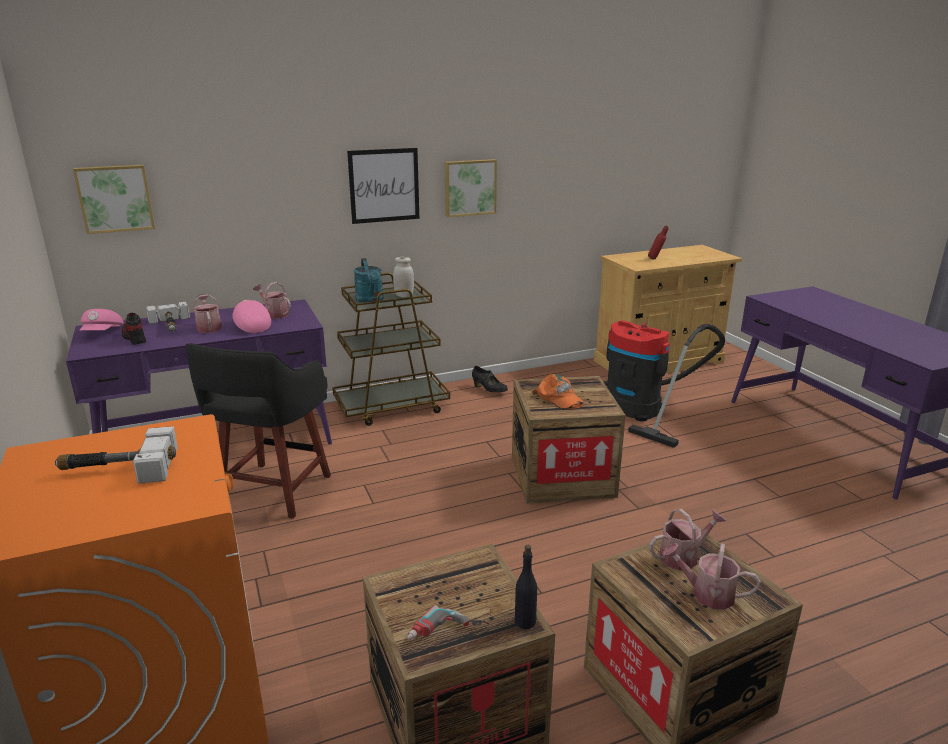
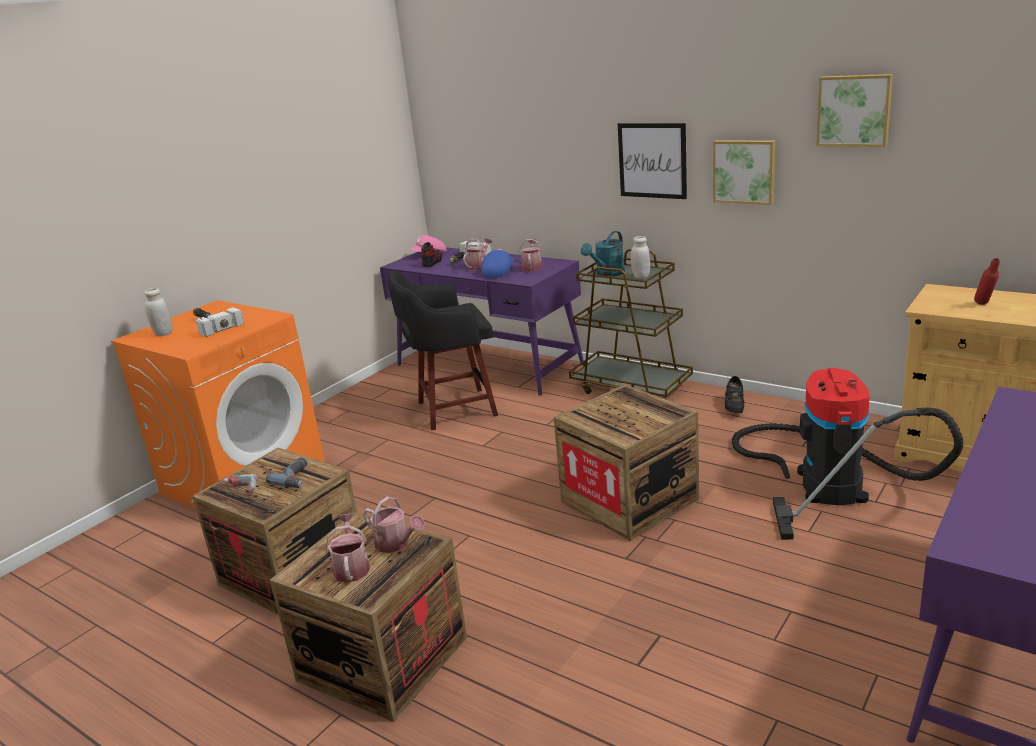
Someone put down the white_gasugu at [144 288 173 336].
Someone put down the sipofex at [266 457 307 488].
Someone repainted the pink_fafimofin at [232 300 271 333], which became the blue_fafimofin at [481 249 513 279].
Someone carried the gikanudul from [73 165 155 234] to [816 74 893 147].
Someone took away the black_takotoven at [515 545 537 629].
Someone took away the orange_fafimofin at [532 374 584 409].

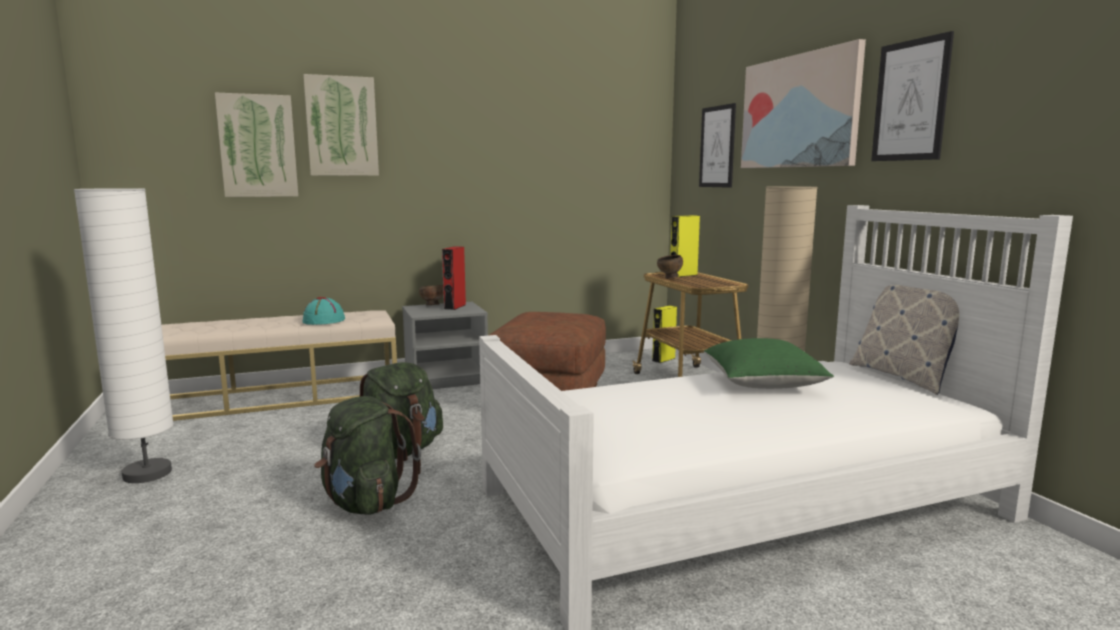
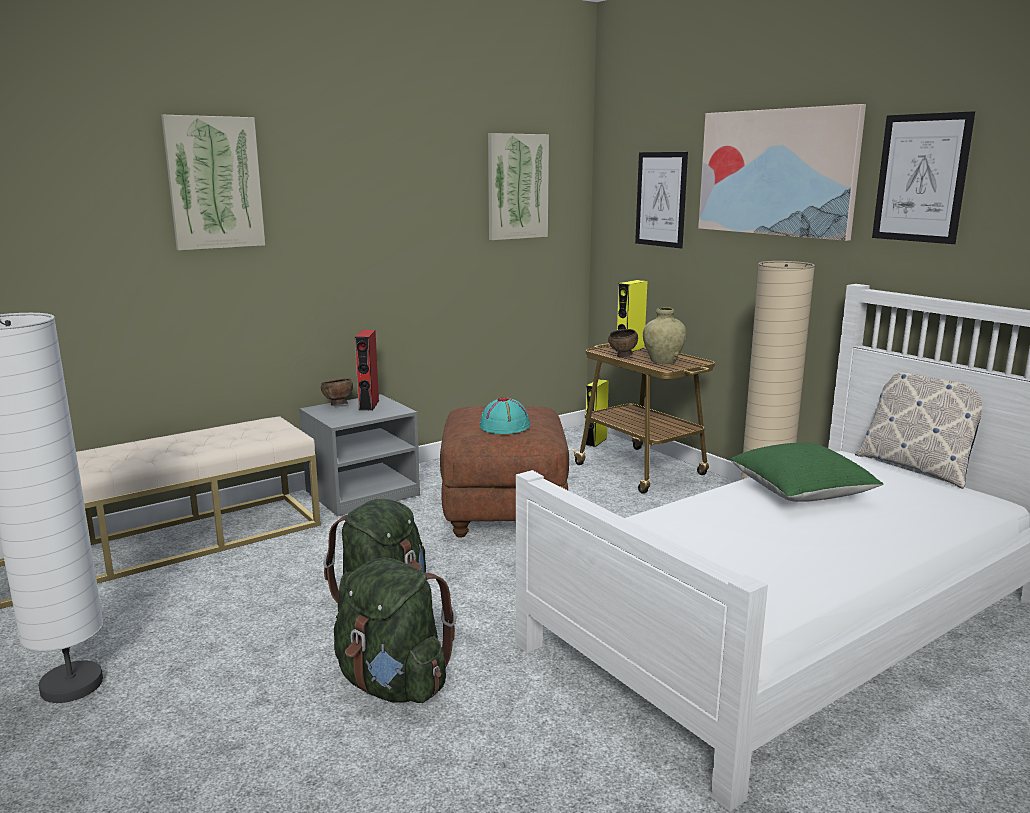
Someone carried the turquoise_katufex from [303 297 345 325] to [480 397 531 434].
Someone carried the gikanudul from [215 92 298 197] to [488 133 549 240].
Someone put down the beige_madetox at [643 307 687 364].

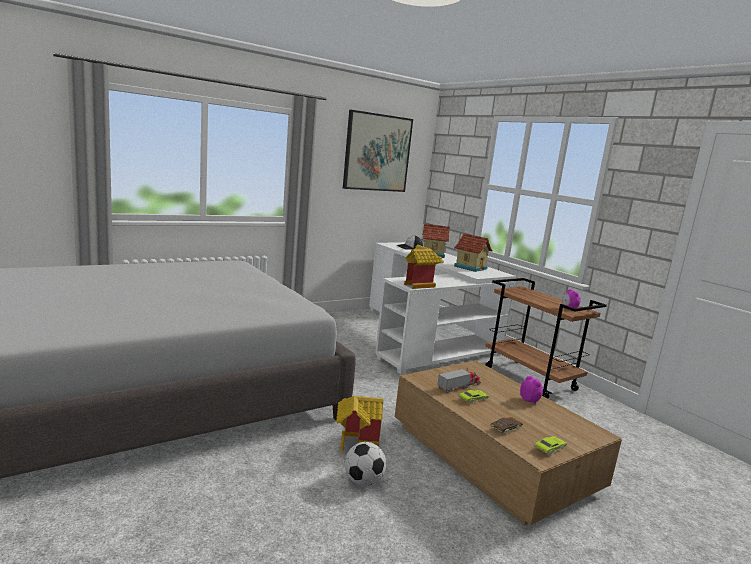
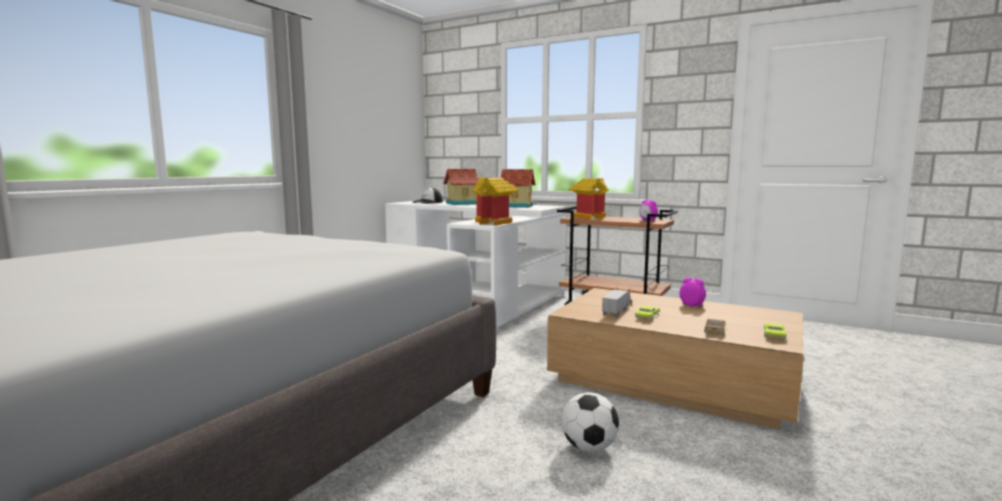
Someone carried the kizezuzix from [336 396 383 457] to [569 178 609 220].
Someone took away the gikanudul at [343 110 413 192].

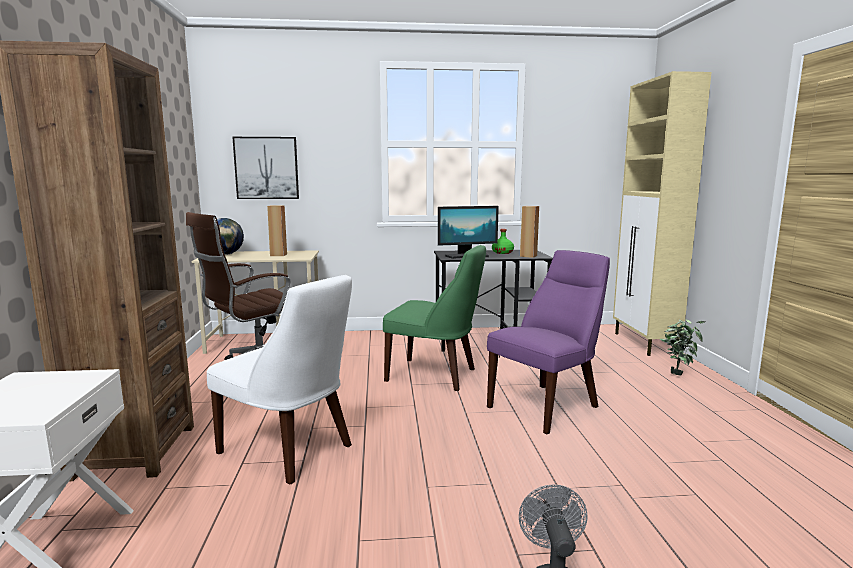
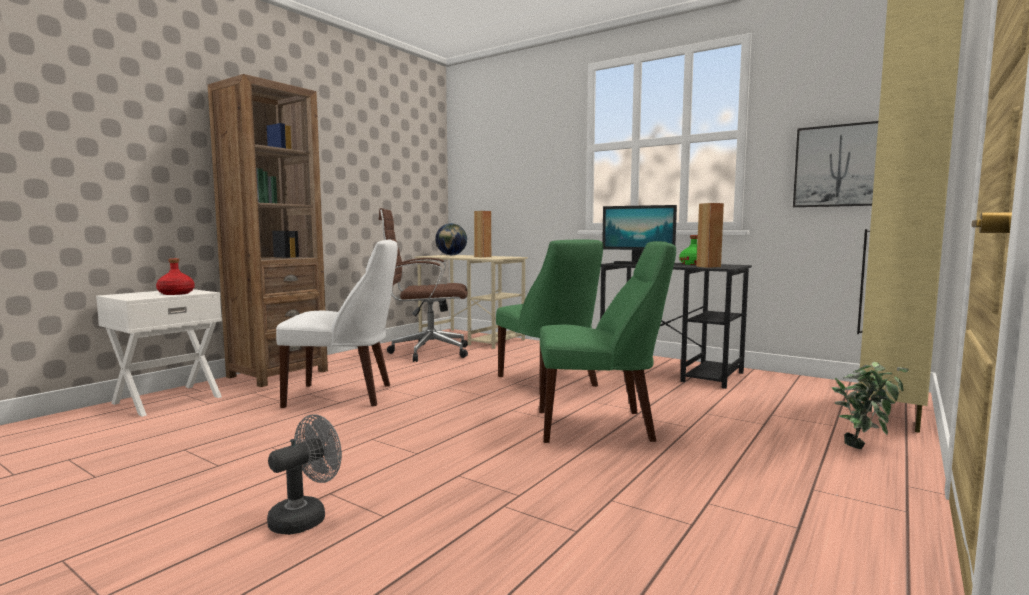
Someone put down the red_takotoven at [156 258 194 295].
Someone rotated the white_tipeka at [207 275 352 484] by 75 degrees counterclockwise.
Someone repainted the purple_tipeka at [487 250 610 434], which became the green_tipeka at [539 241 676 443].
Someone carried the gikanudul from [232 137 299 199] to [793 121 878 207].

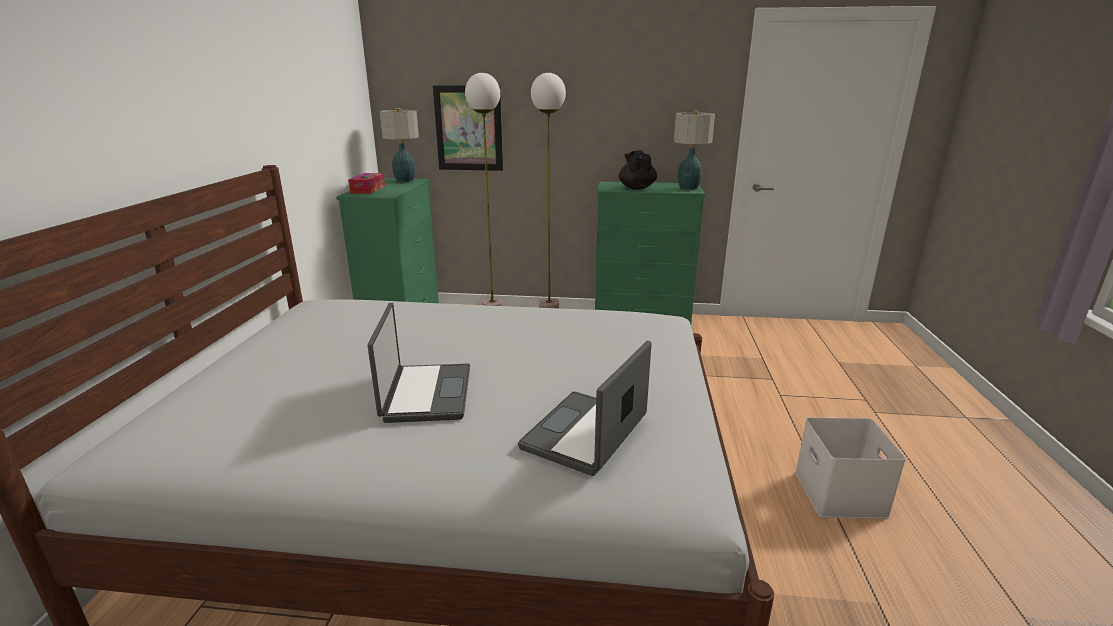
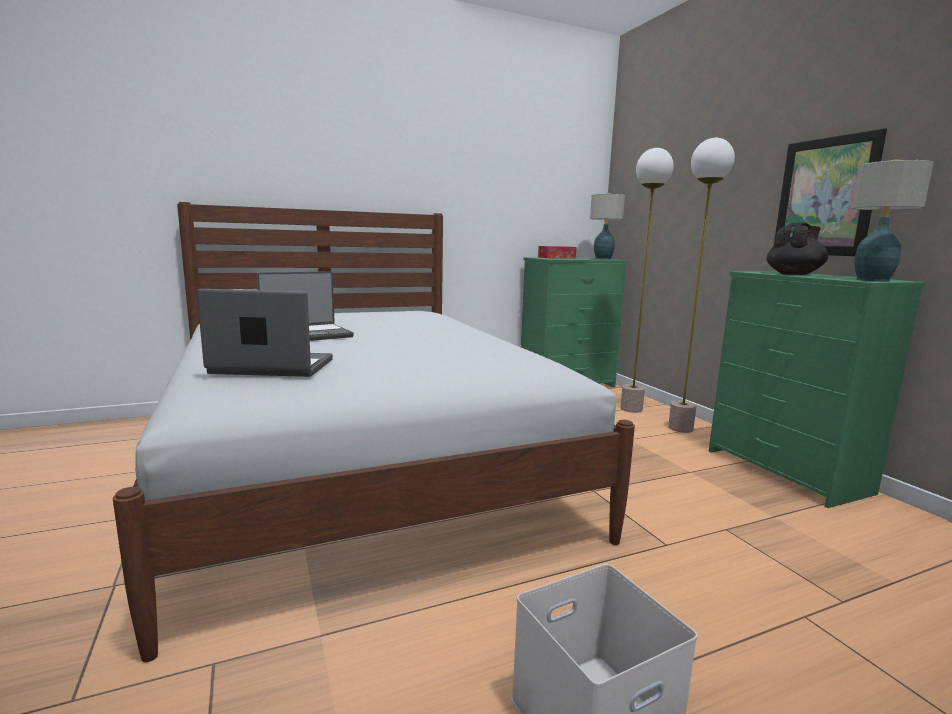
Someone carried the gikanudul from [433 85 503 171] to [774 128 887 256].

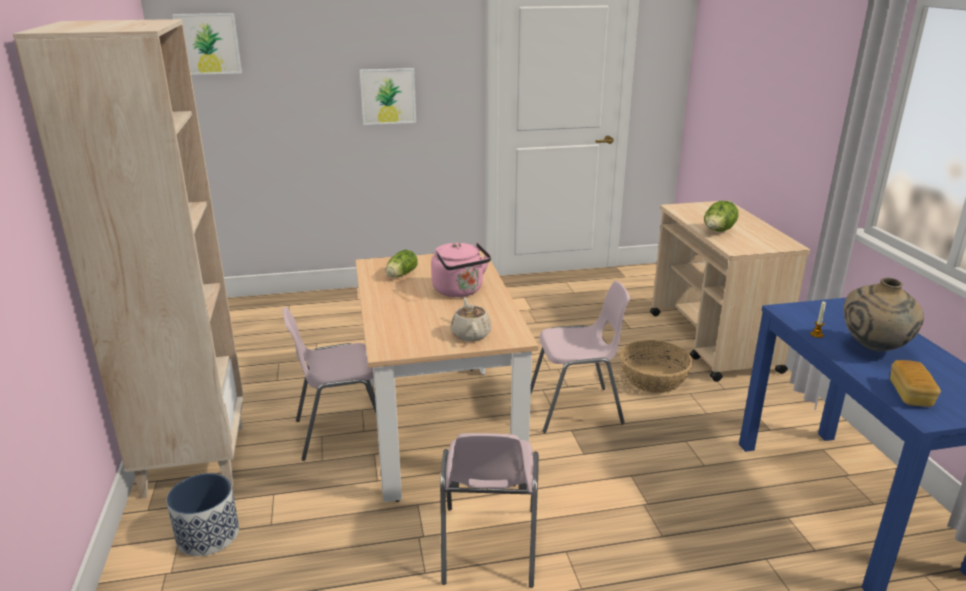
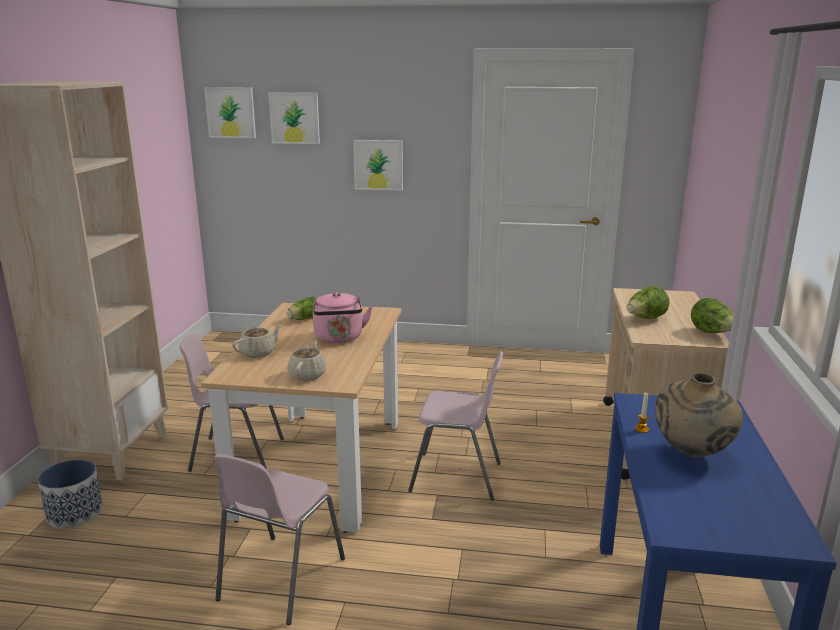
Someone put down the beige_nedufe at [232 325 282 358].
Someone put up the gikanudul at [268 93 320 144].
Someone put down the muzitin at [691 298 734 333].
Someone took away the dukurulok at [620 340 693 393].
Someone took away the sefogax at [890 360 941 407].

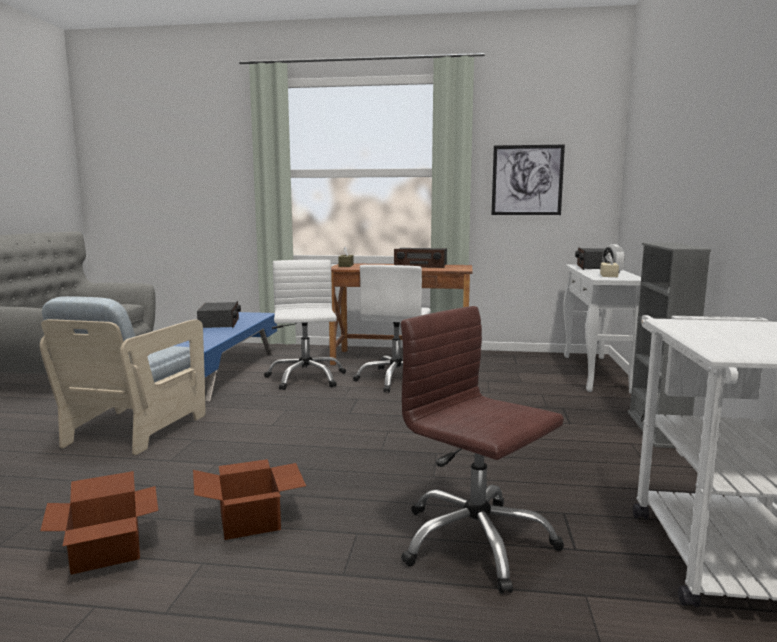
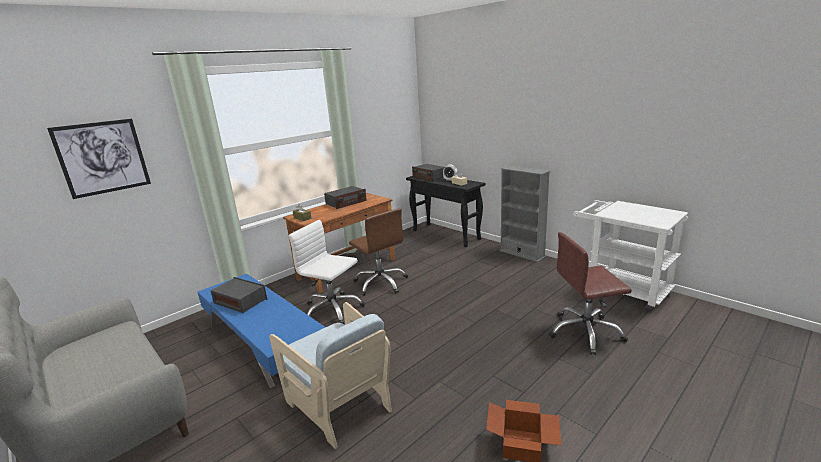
Someone carried the gikanudul from [491 145 565 215] to [47 119 151 199].
Someone repainted the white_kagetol at [353 265 431 392], which became the brown_kagetol at [349 208 408 296].
Someone repainted the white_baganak at [563 264 641 394], which became the black_baganak at [406 176 485 247].
Someone took away the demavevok at [193 459 306 540].

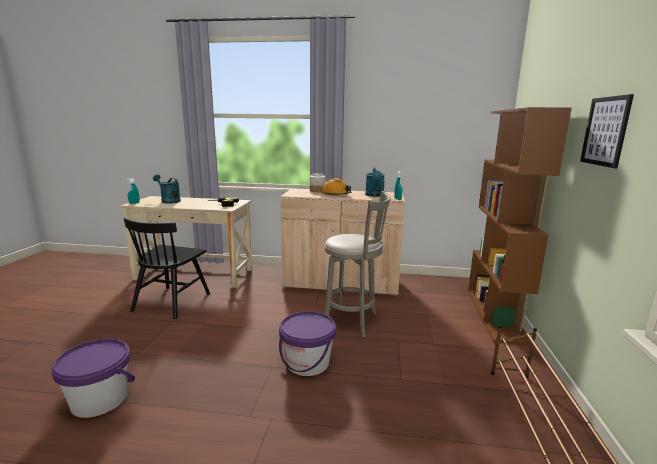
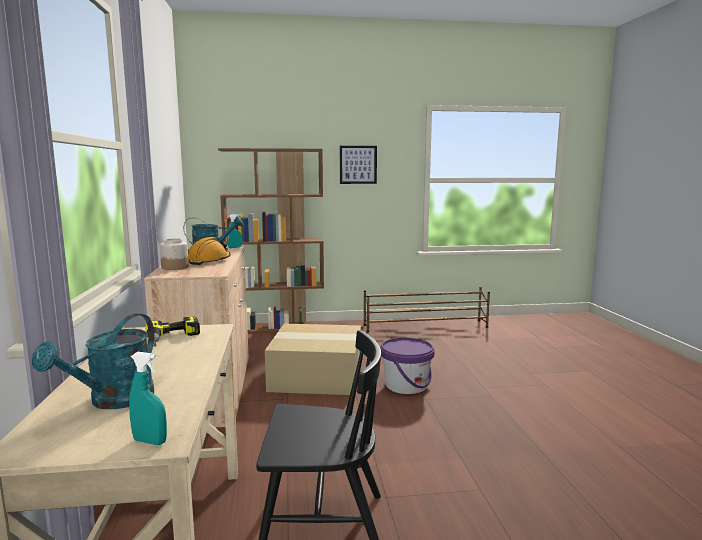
Someone swapped the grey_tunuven at [324 191 391 338] for the demavevok at [265 324 361 395].
Someone took away the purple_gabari at [51 339 135 418].

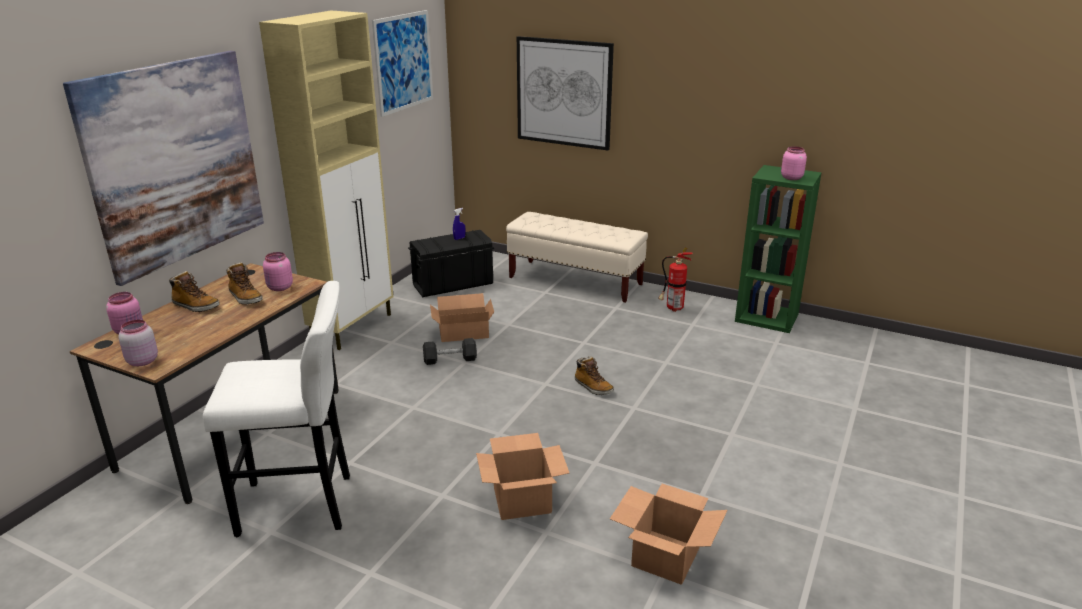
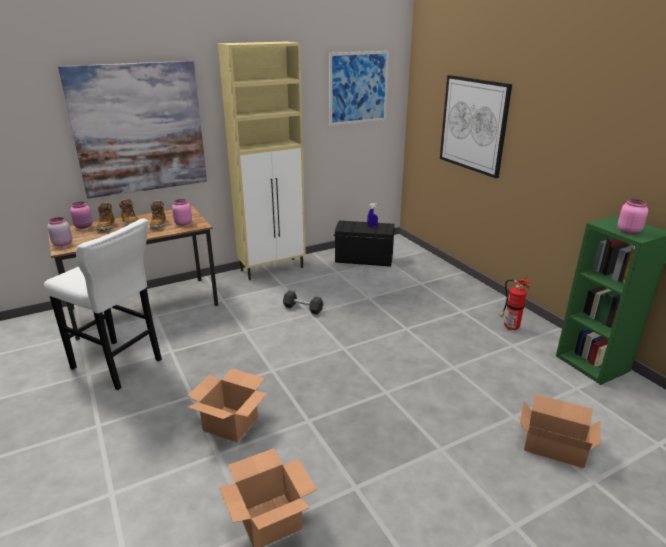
Someone carried the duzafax from [575 357 614 395] to [96 202 115 230].
Someone carried the demavevok from [430 293 494 342] to [520 394 600 468].
Someone took away the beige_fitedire at [506 212 648 303].

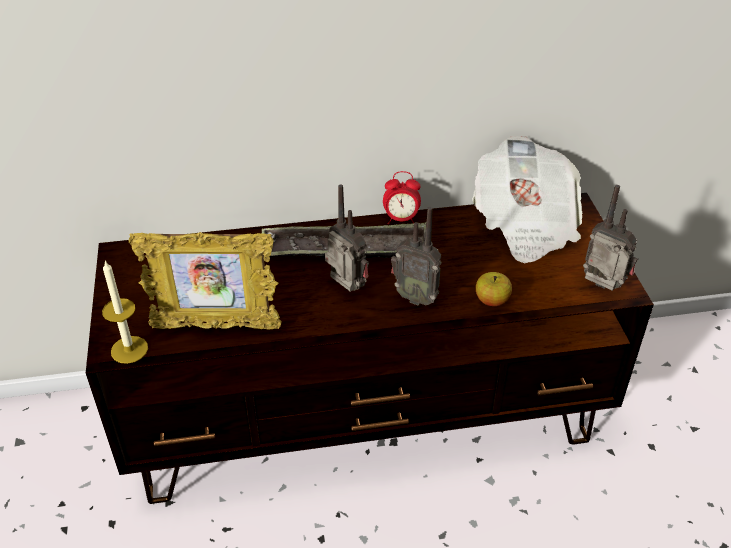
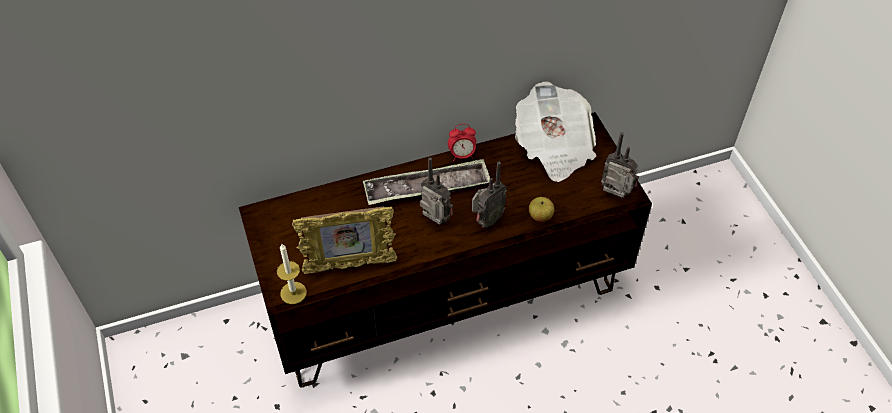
Someone rotated the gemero at [391 207 442 306] by 60 degrees counterclockwise.

